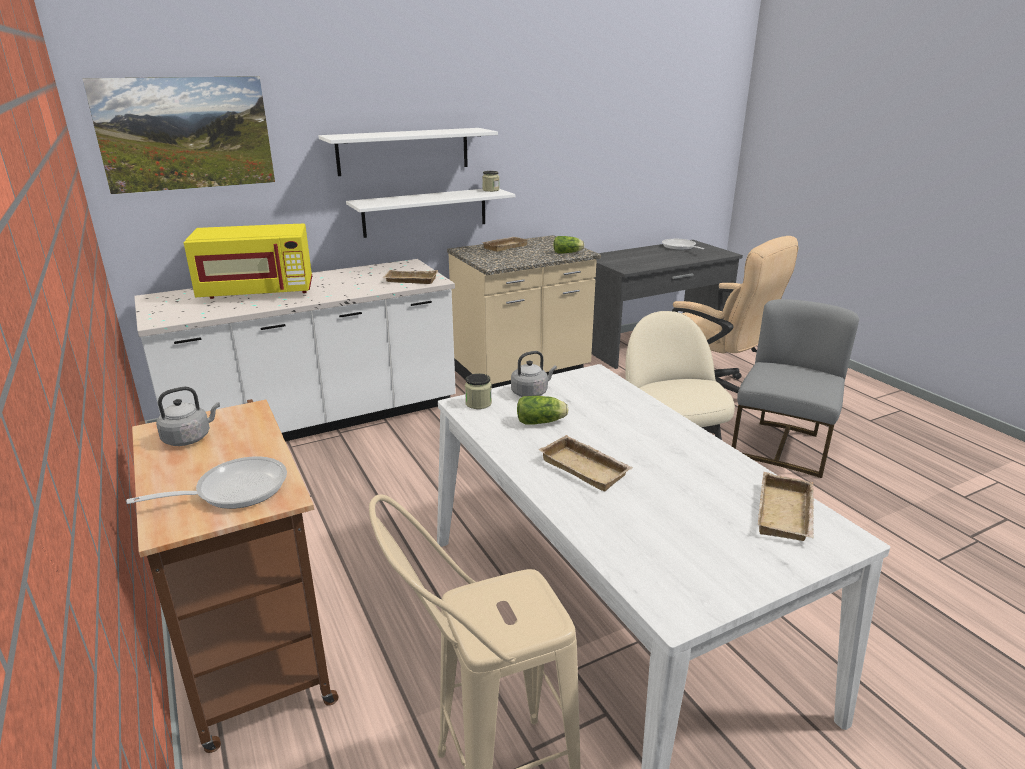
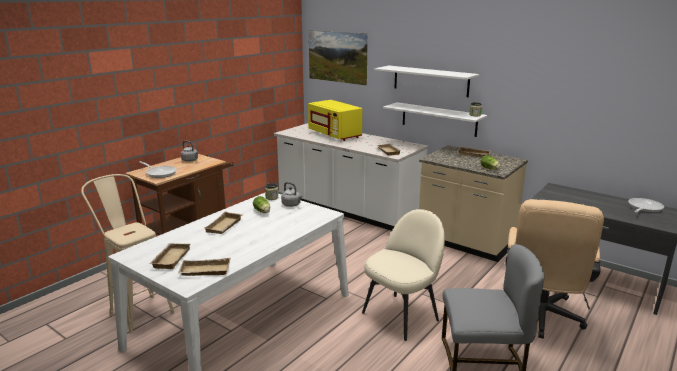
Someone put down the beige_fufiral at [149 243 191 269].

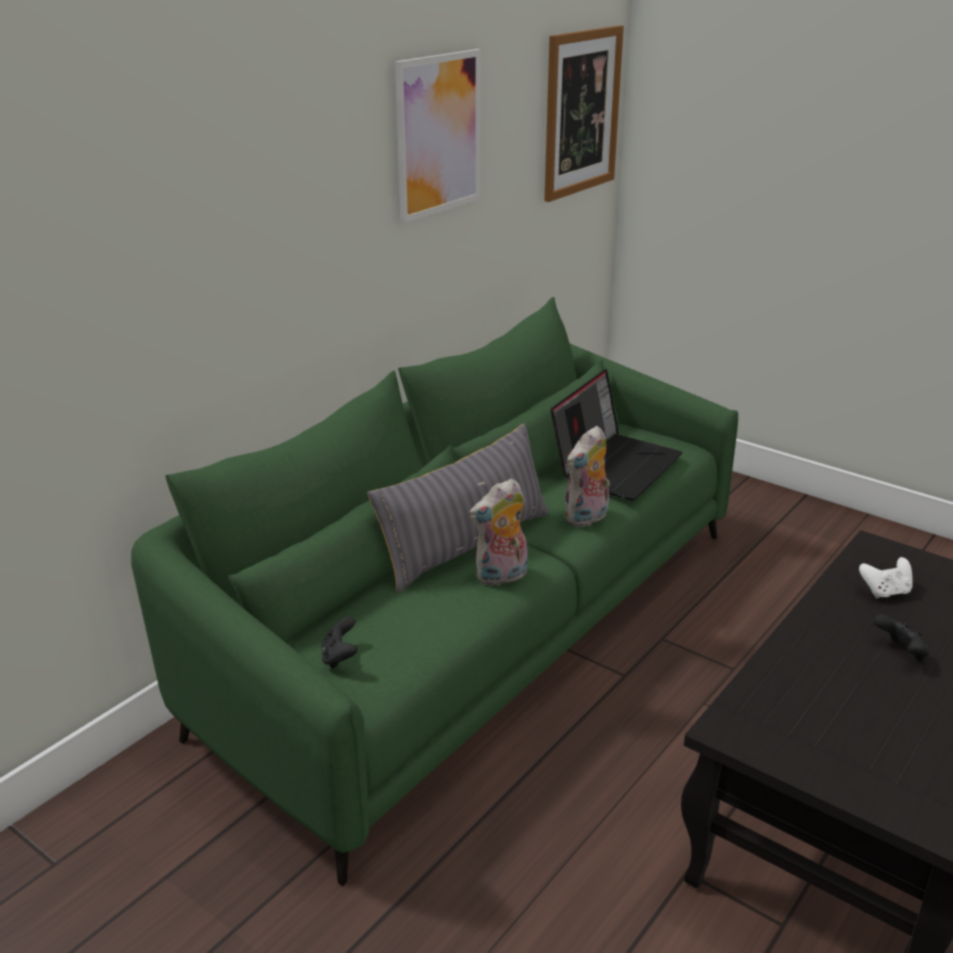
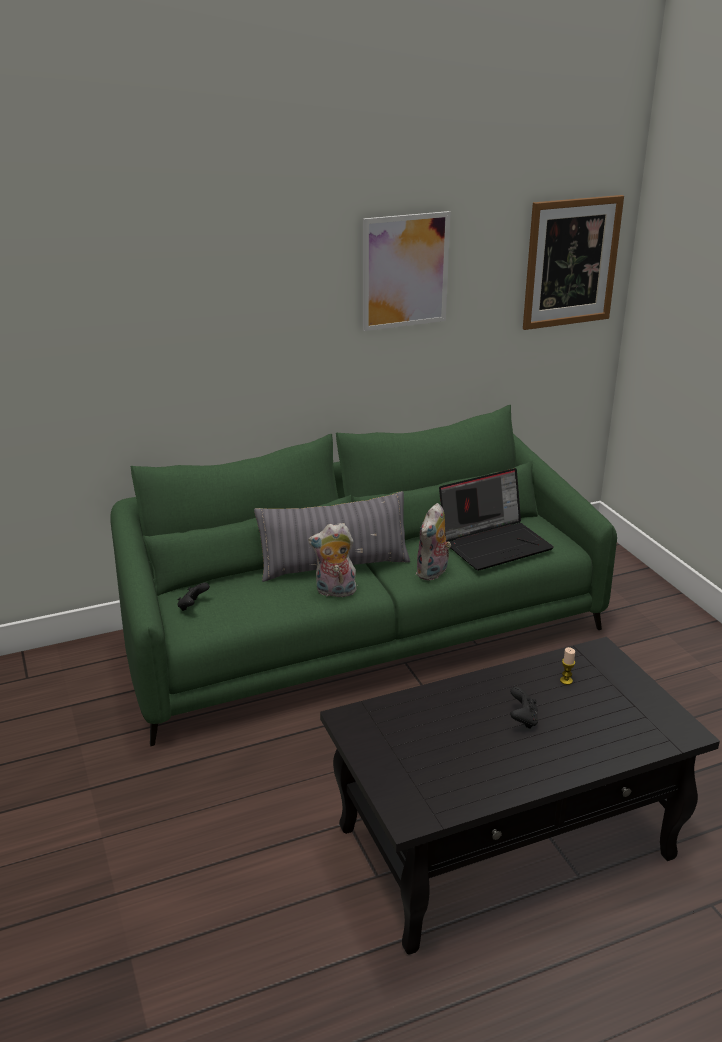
Someone rotated the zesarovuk at [564 426 615 527] by 45 degrees counterclockwise.
Someone swapped the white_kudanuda at [859 557 912 599] for the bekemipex at [560 647 575 685].

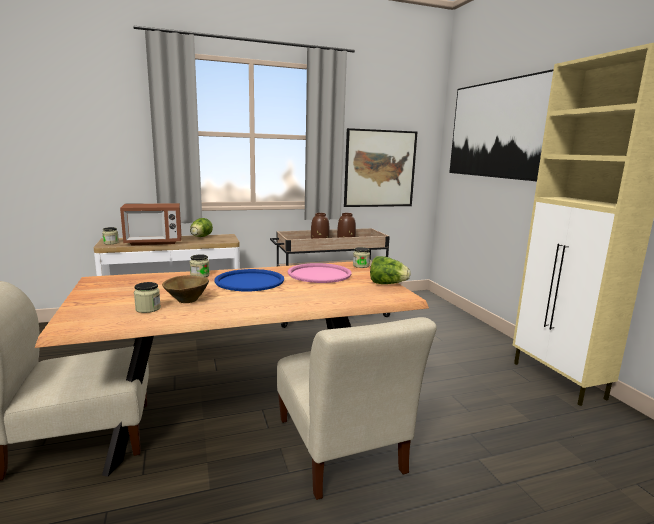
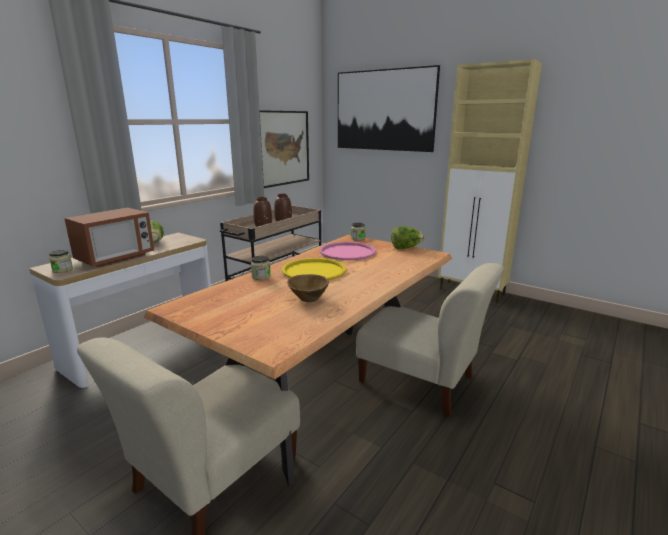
Someone repainted the blue_fufiral at [214 269 284 291], which became the yellow_fufiral at [282 258 347 280].
Someone took away the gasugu at [134 282 161 313].

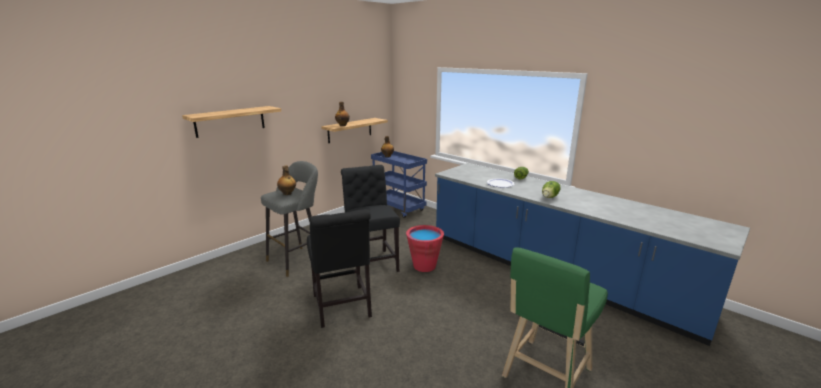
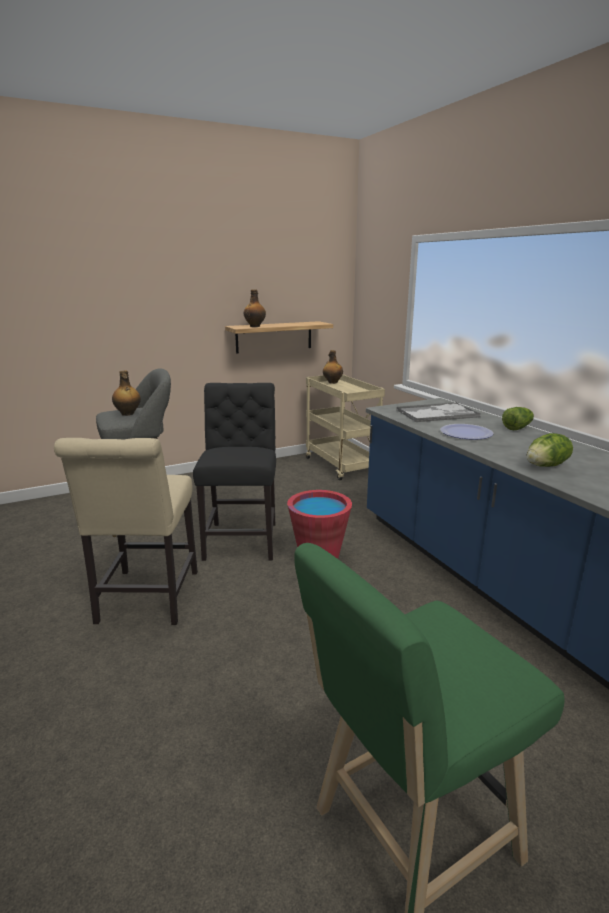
Someone repainted the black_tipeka at [307 209 372 328], which became the beige_tipeka at [54 438 198 625].
Someone repainted the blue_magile at [371 151 427 218], which became the beige_magile at [306 374 385 480].
Someone put down the fufiral at [396 403 481 422].
Someone took away the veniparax at [182 106 281 138].

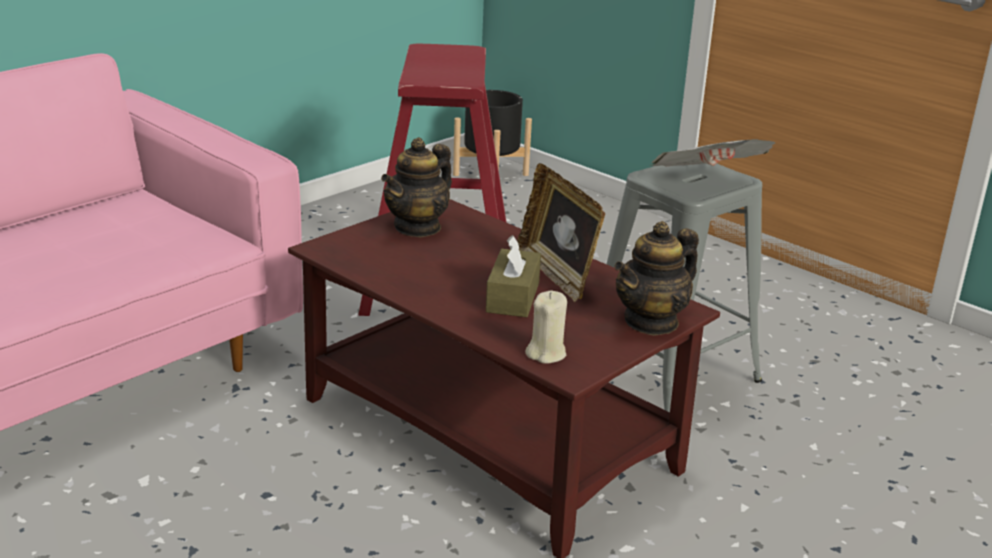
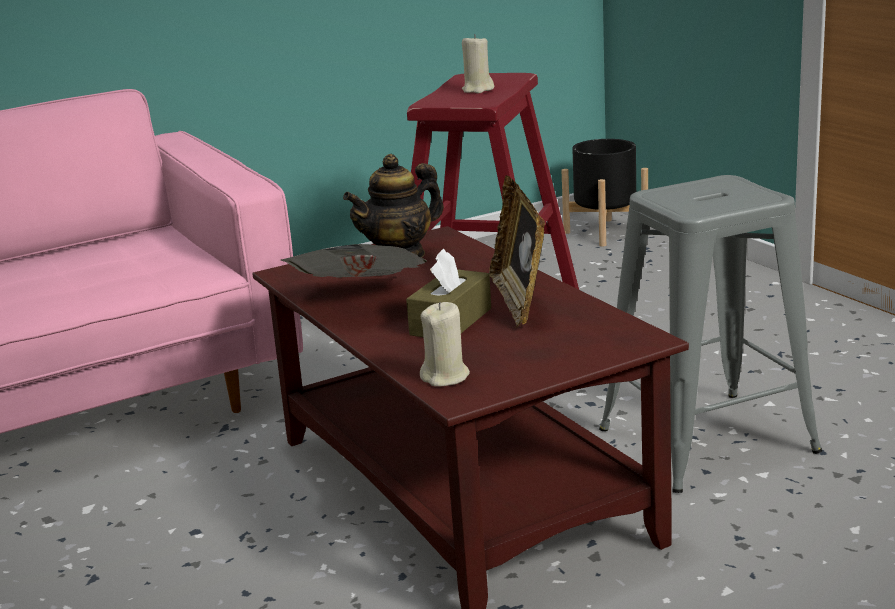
Someone carried the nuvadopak from [650 139 775 166] to [280 244 427 278].
Someone put down the beige_bekemipex at [462 34 494 93].
Someone took away the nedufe at [614 221 699 336].

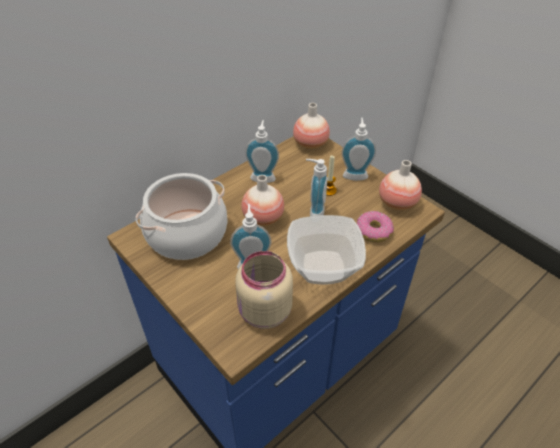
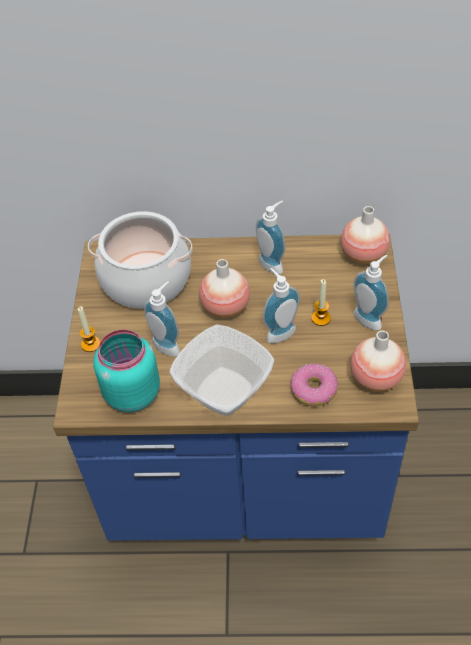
Someone put down the bekemipex at [78 306 100 352].
Someone repainted the beige_gasugu at [235 251 293 329], which became the turquoise_gasugu at [93 329 160 412].

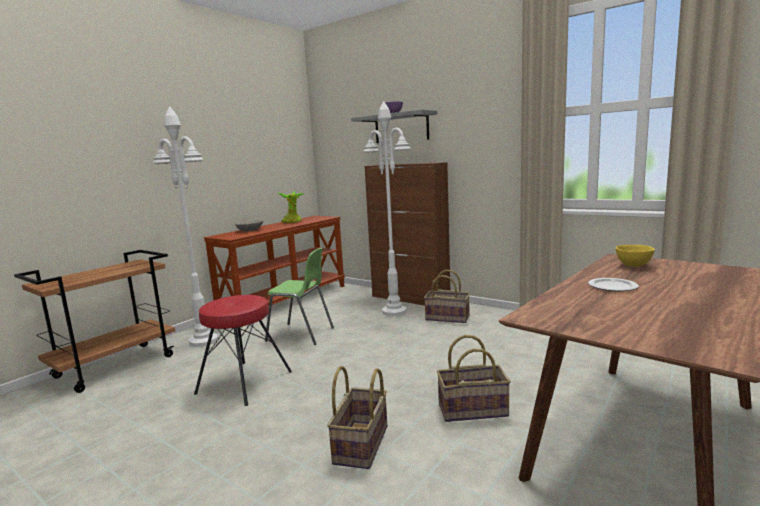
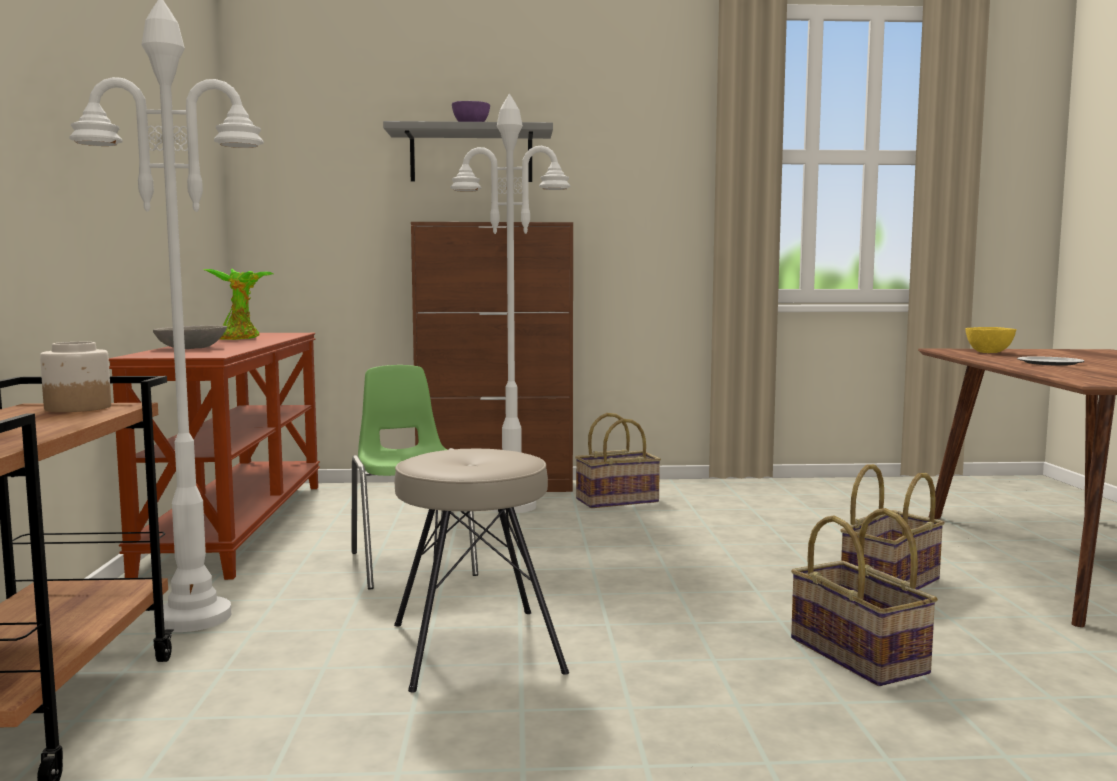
Someone put down the gasugu at [40 342 111 412].
Someone rotated the green_tipeka at [265 248 334 345] by 90 degrees counterclockwise.
Someone repainted the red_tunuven at [194 295 292 406], which became the beige_tunuven at [394 449 569 693].

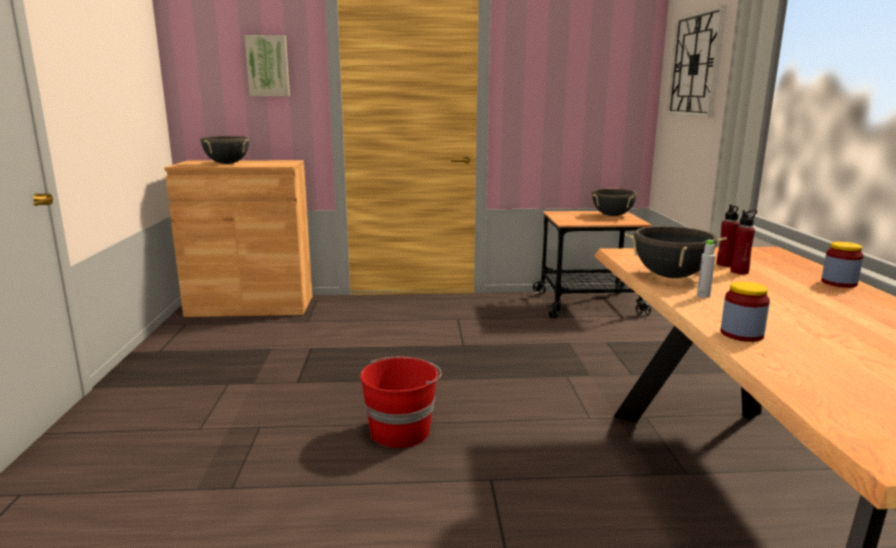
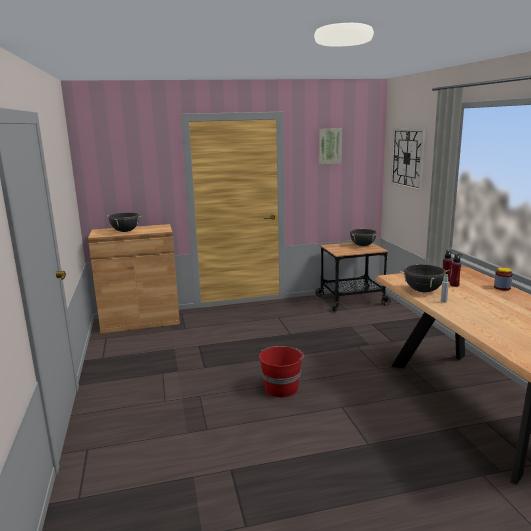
Someone carried the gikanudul from [245 35 290 96] to [319 128 342 165].
Someone took away the gasugu at [721 281 770 342].

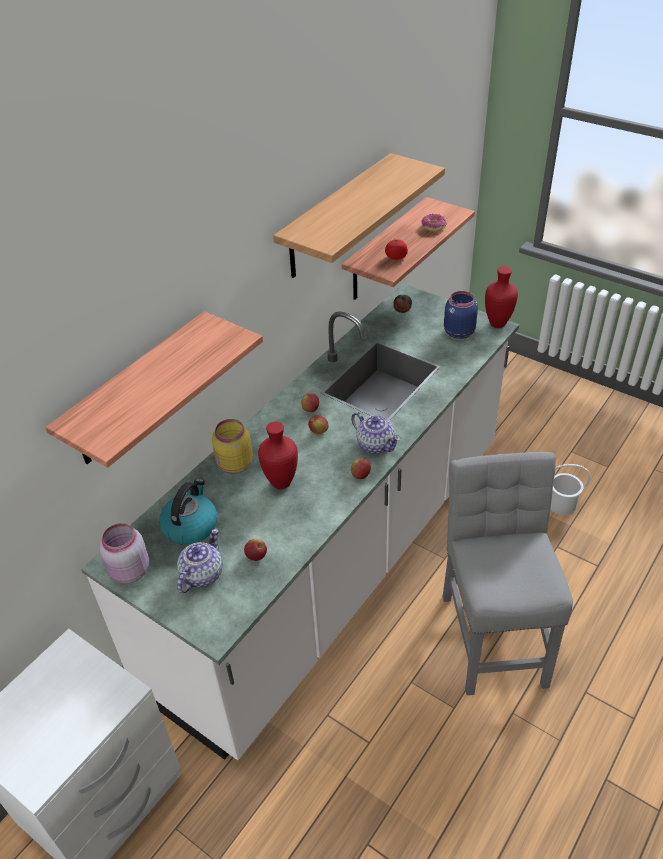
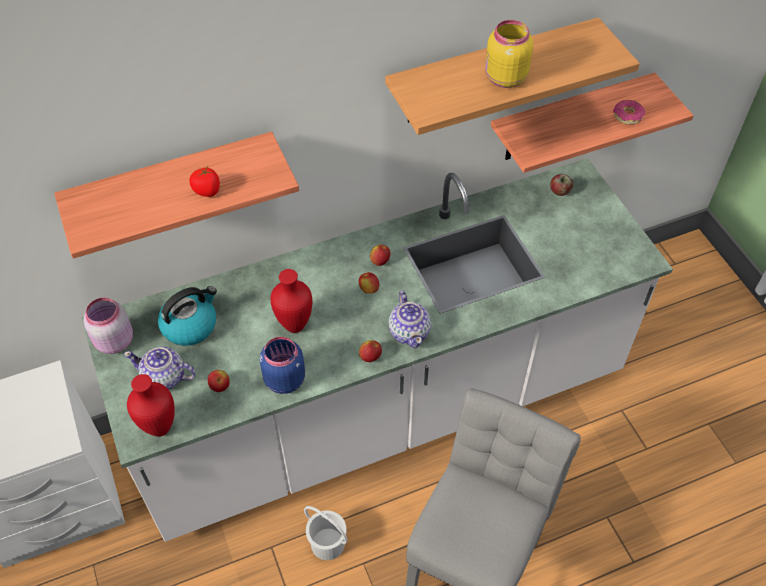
Someone rotated the nedufe at [177 529 223 593] by 135 degrees counterclockwise.
Someone carried the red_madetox from [485 266 518 328] to [127 374 175 437].
Someone carried the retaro from [385 239 408 260] to [189 166 220 197].
Someone carried the blue_gasugu from [444 291 478 339] to [260 337 305 394].
Someone carried the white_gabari from [551 464 591 515] to [304 506 348 560].
Someone carried the yellow_gasugu from [212 419 253 474] to [485 20 533 88].

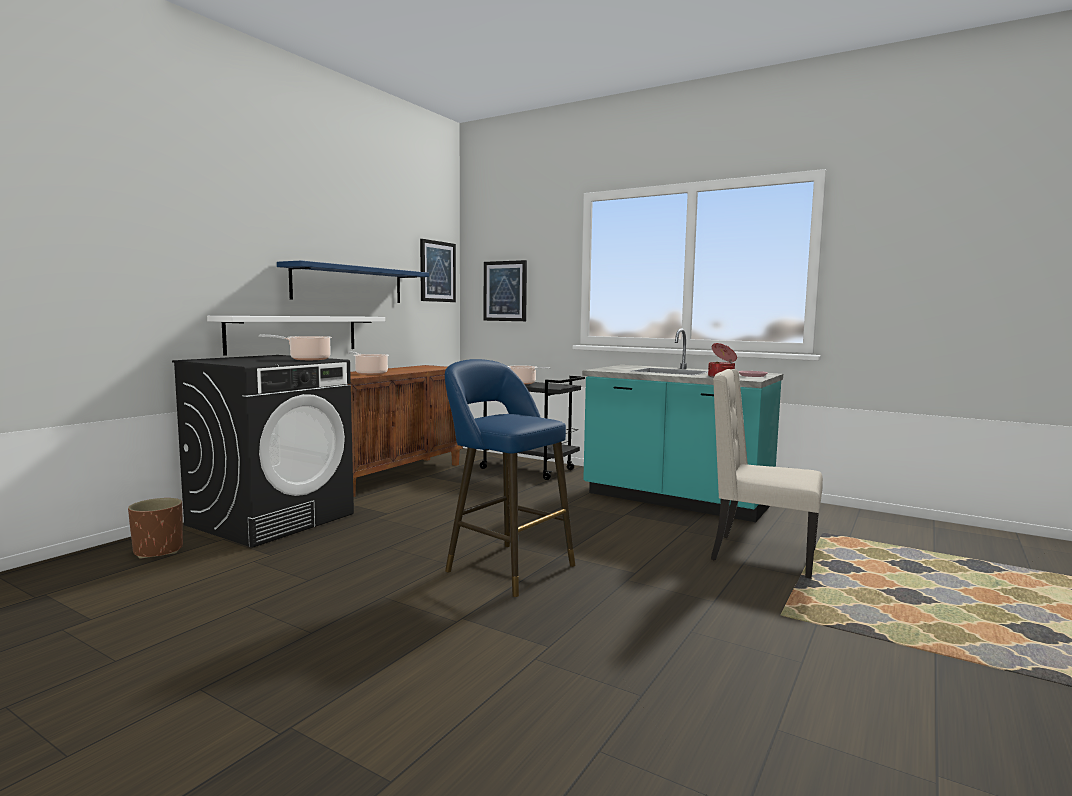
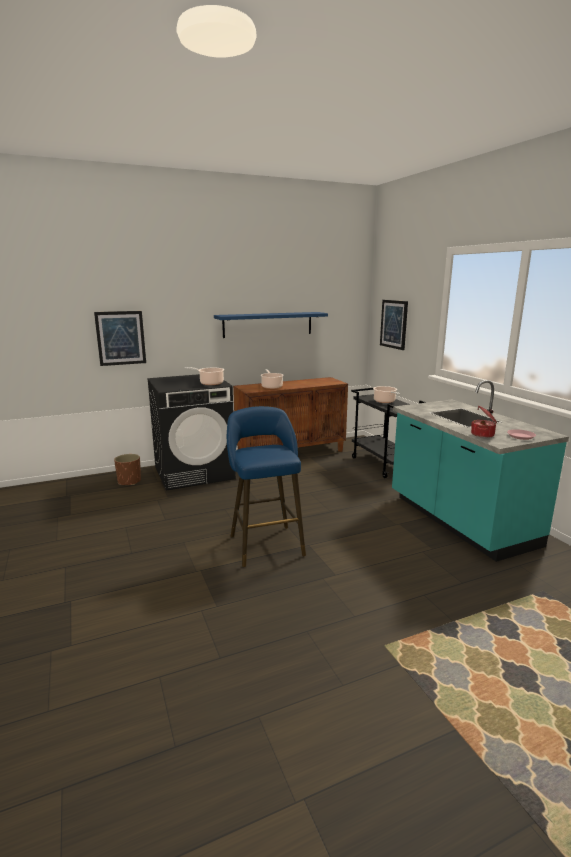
Someone carried the gikanudul from [420 239 456 302] to [94 311 146 366].
Someone took away the white_veniparax at [207 316 385 356].
Someone took away the beige_tipeka at [711 369 823 579].

